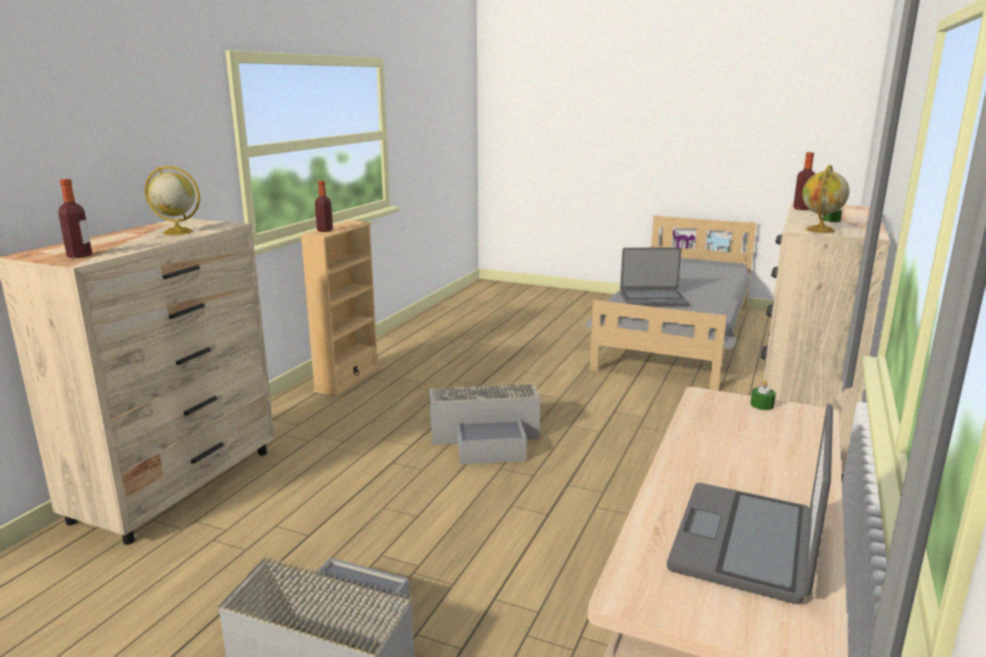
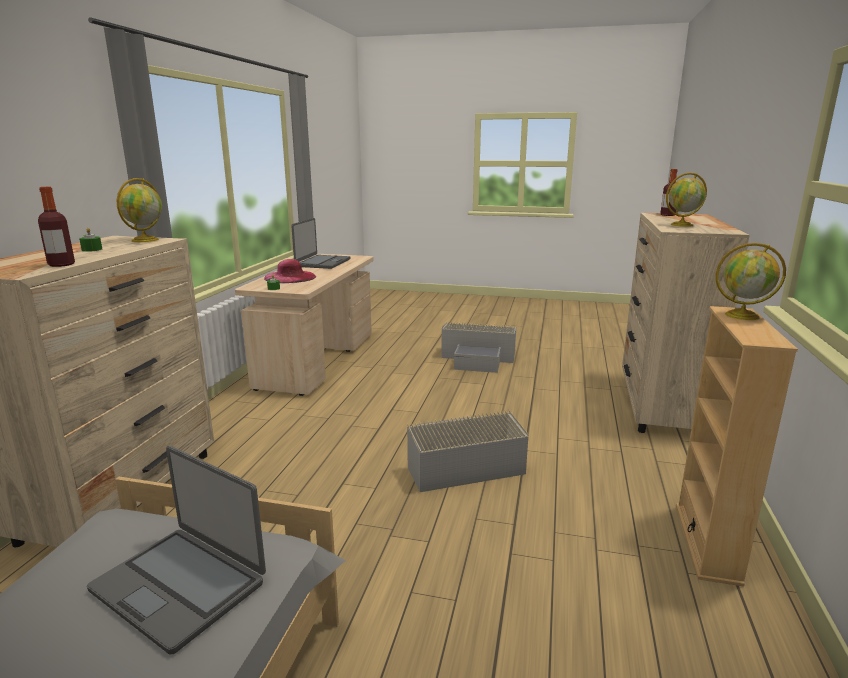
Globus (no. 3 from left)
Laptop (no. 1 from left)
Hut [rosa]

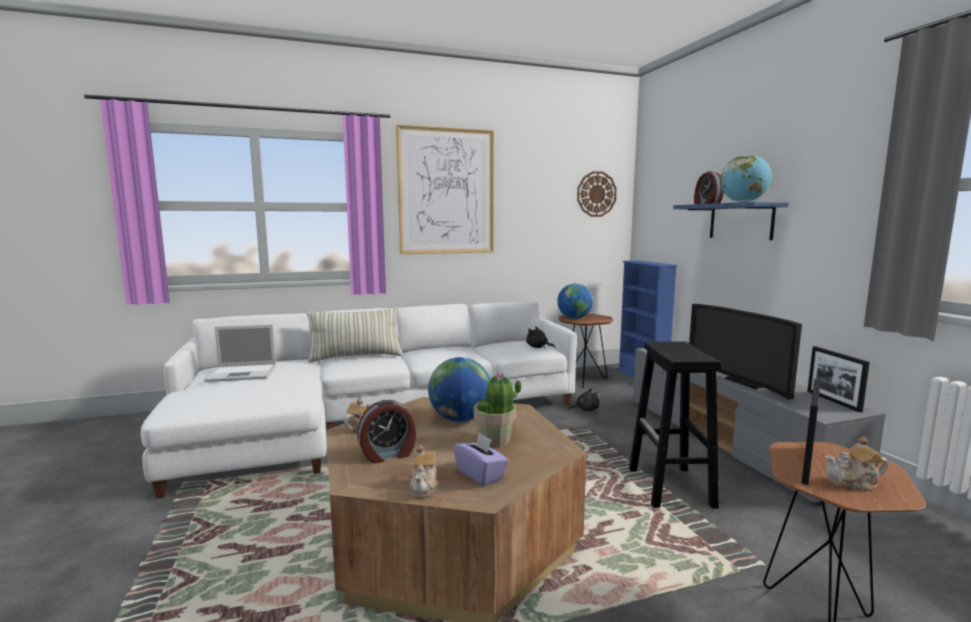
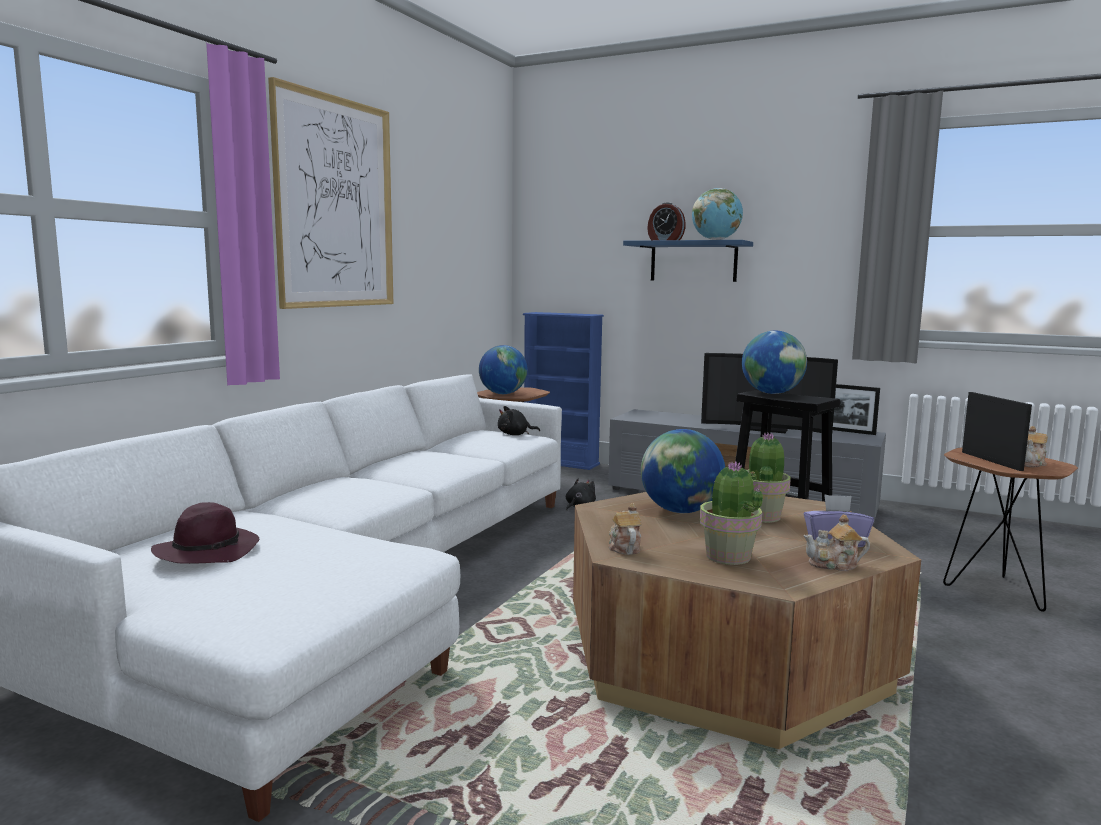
Hut [lila]
Kissen
Topfpflanze (no. 1 from left)
Teekanne (no. 2 from left)
Wanduhr
Globus (no. 4 from left)

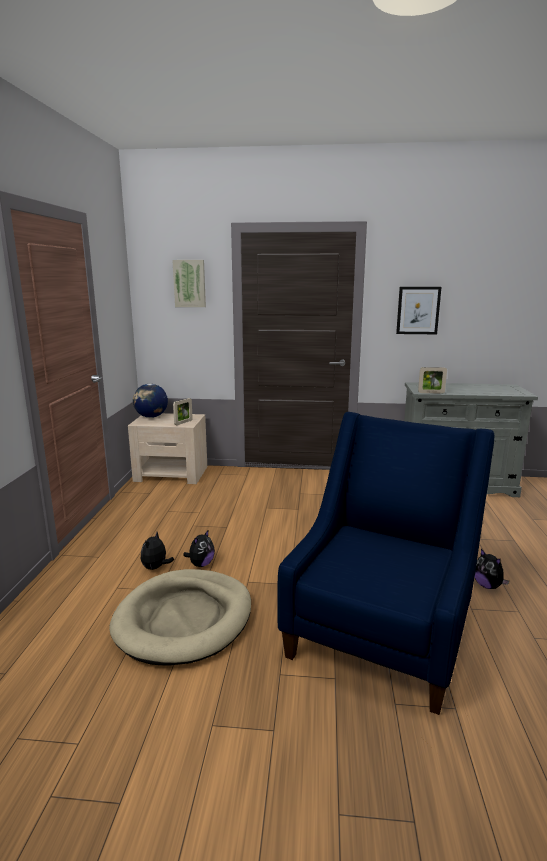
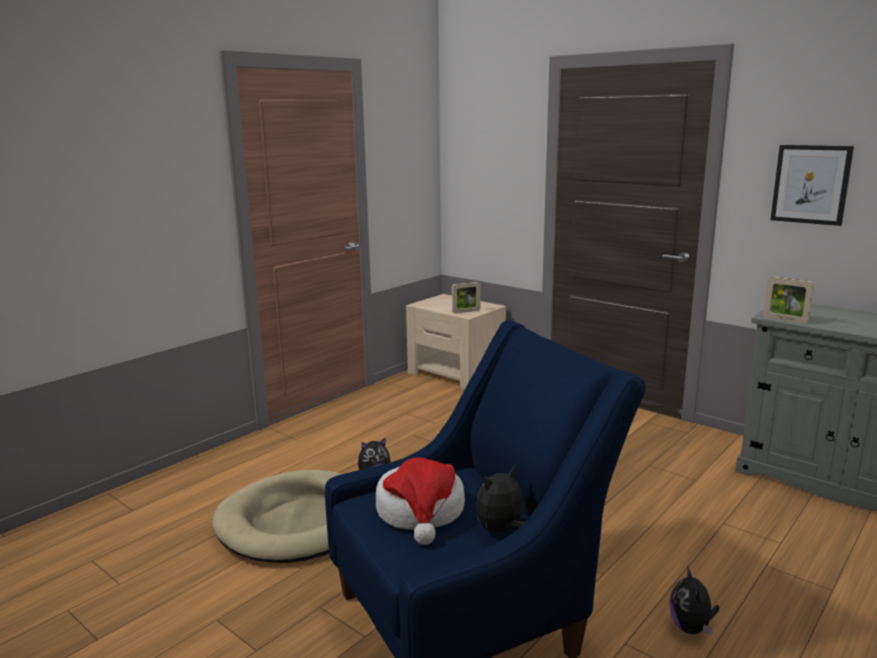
Globus
Plüschtier (no. 2 from left)
Bild (no. 1 from left in the first image)
Hut

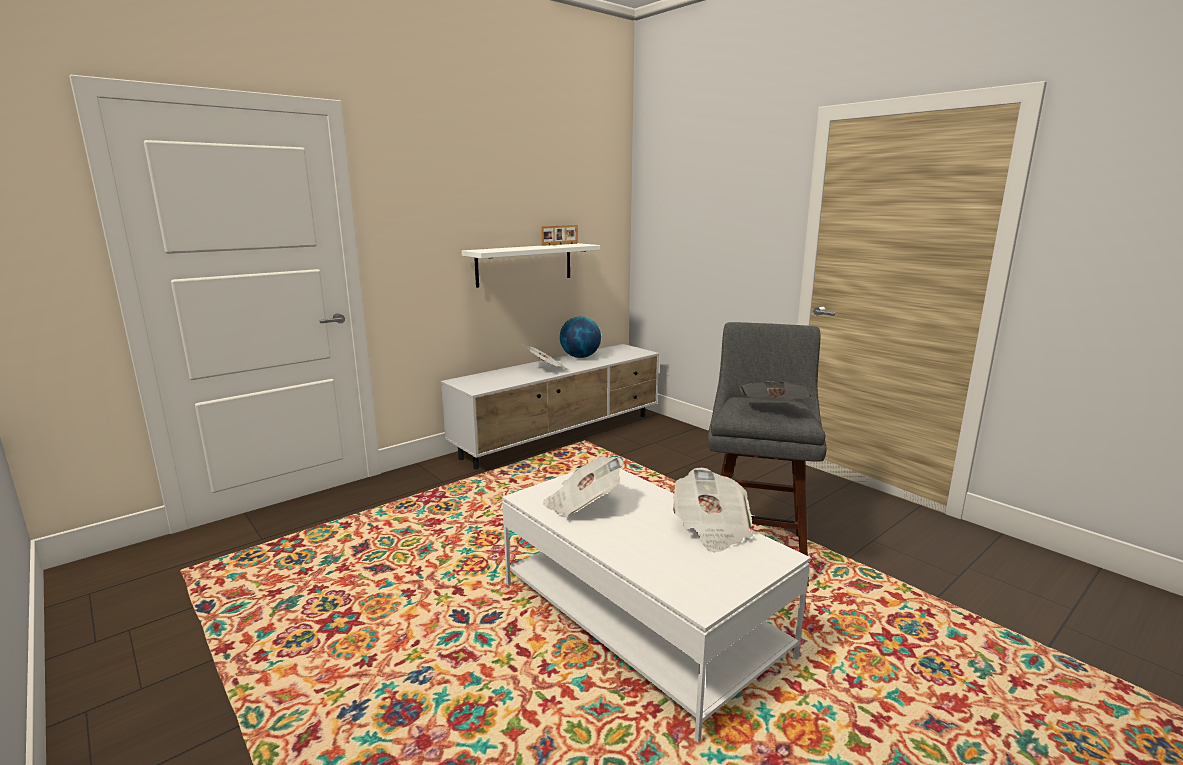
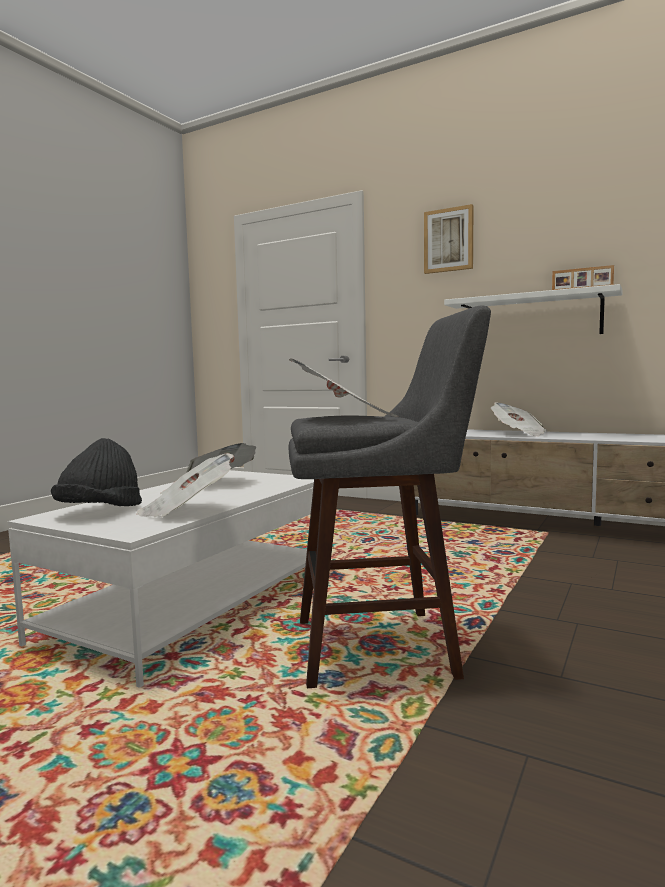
Globus
Hut [schwarz]
Bild

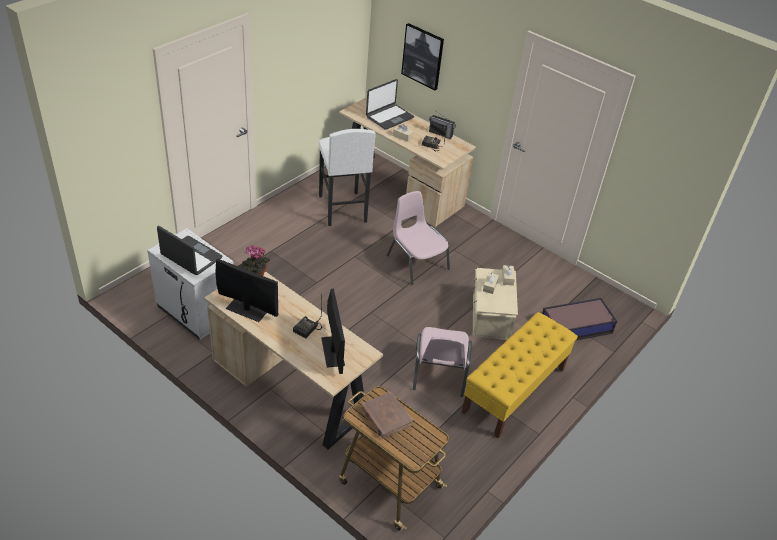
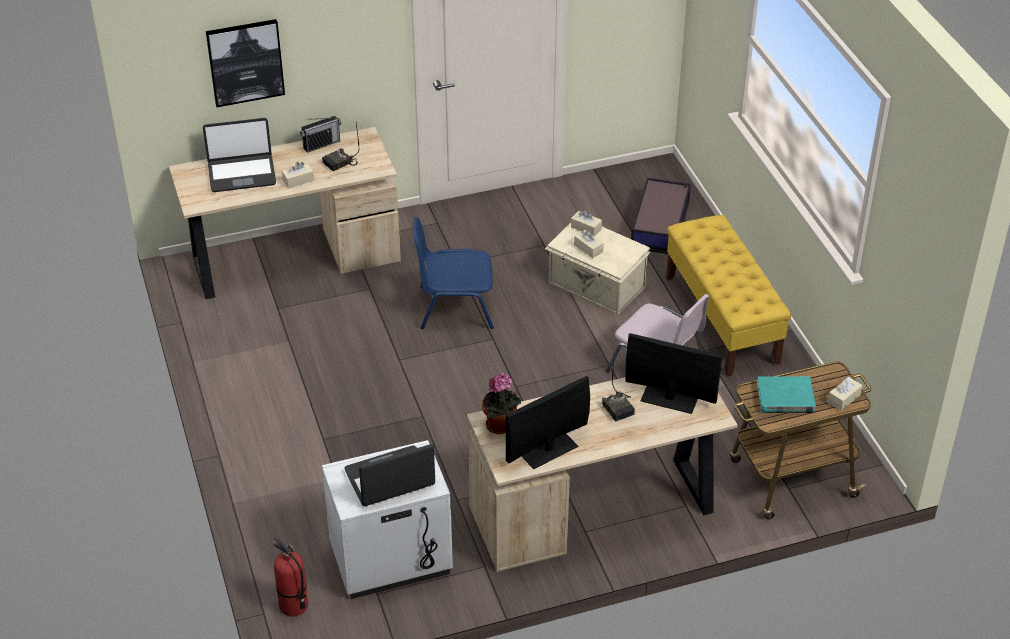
Hocker [weiß]
Buch [türkis]
Laptop (no. 1 from left)
Stuhl [blau]
Feuerlöscher
Taschentuchbox [beige] (no. 4 from left)

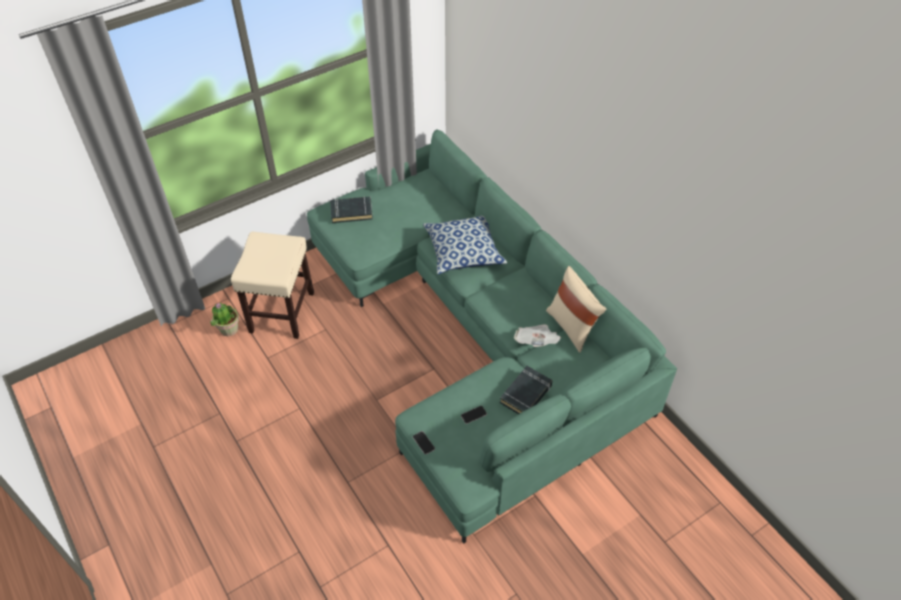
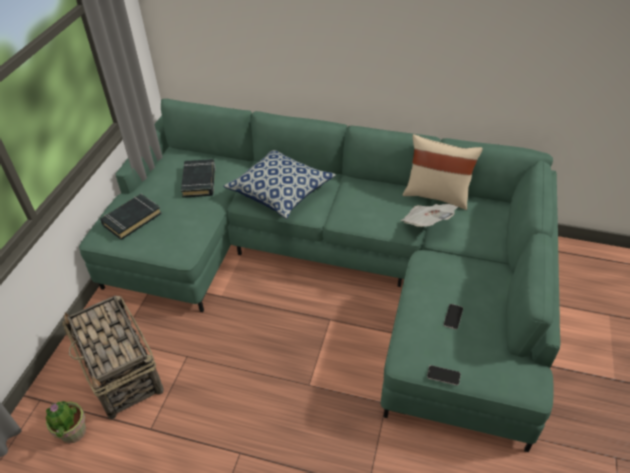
Korb
Buch [schwarz] (no. 2 from left)

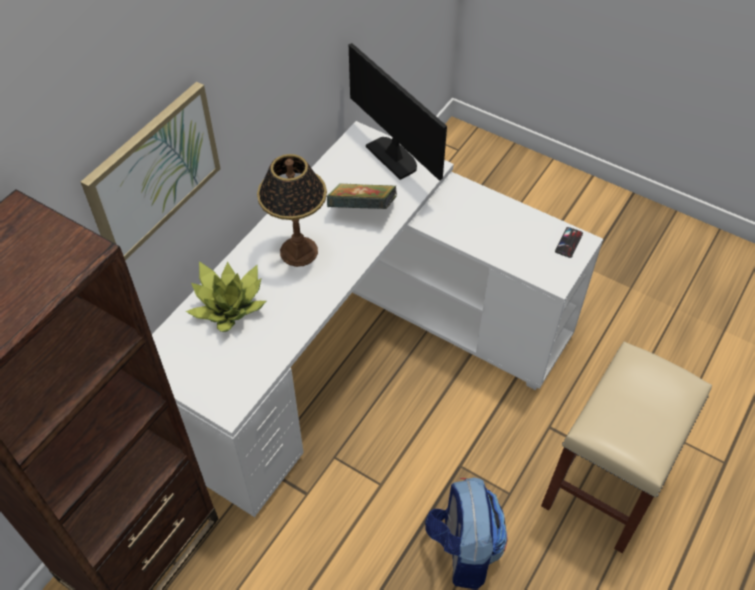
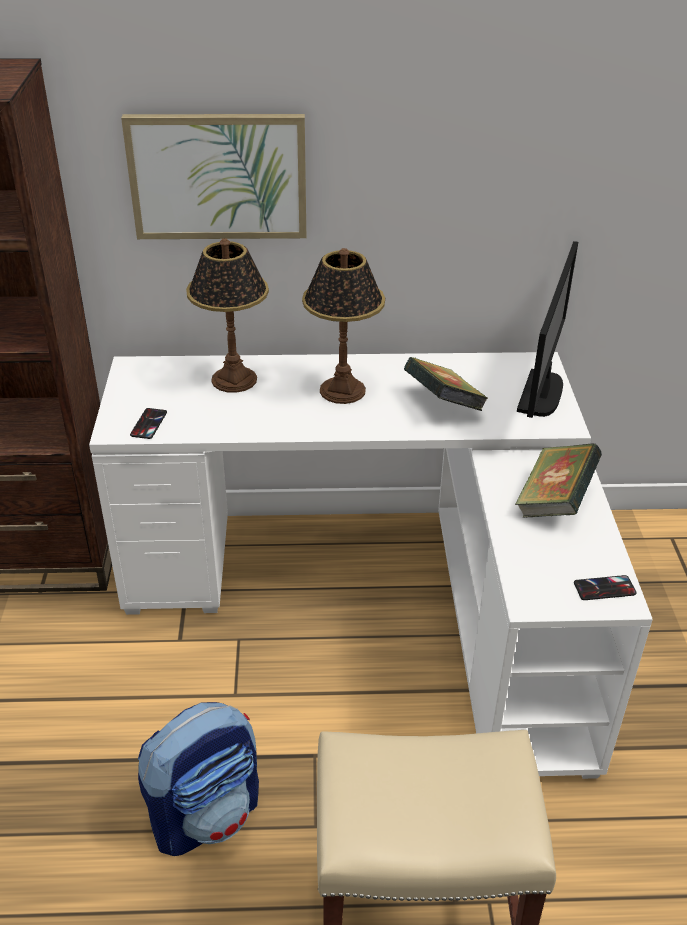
Tischlampe (no. 1 from left)
Handy (no. 1 from left)
Buch (no. 2 from left)

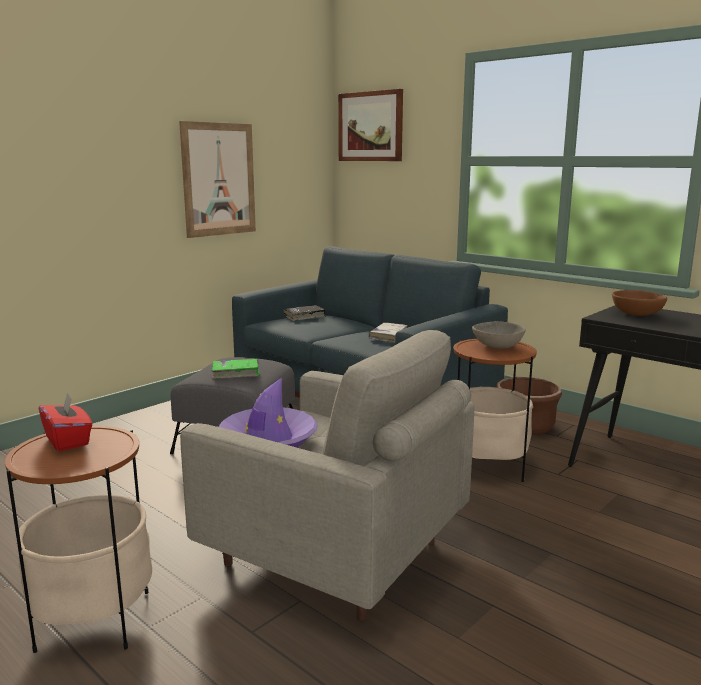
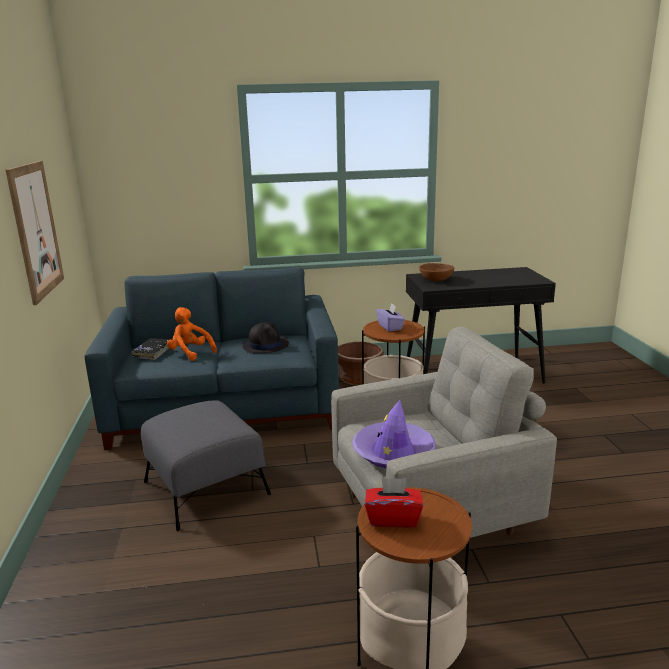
Buch [grün]
Bild (no. 2 from left in the first image)
Hut [schwarz]
Taschentuchbox [lila]
Plüschtier [orange]

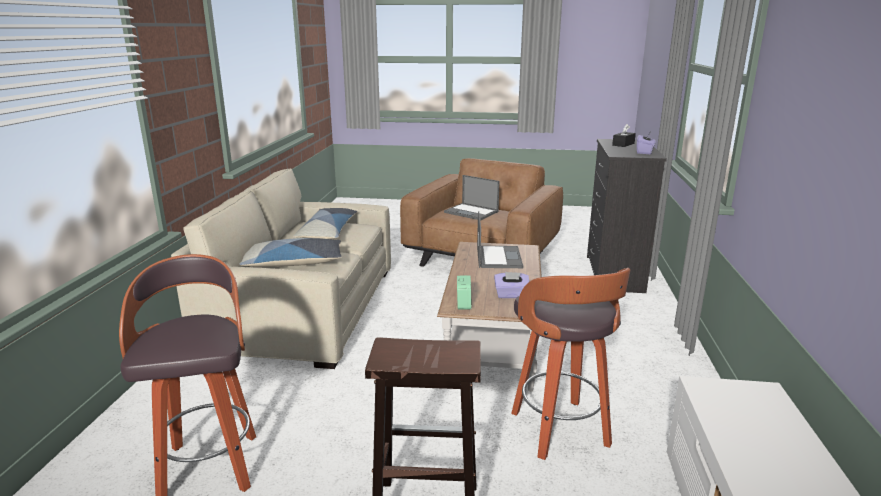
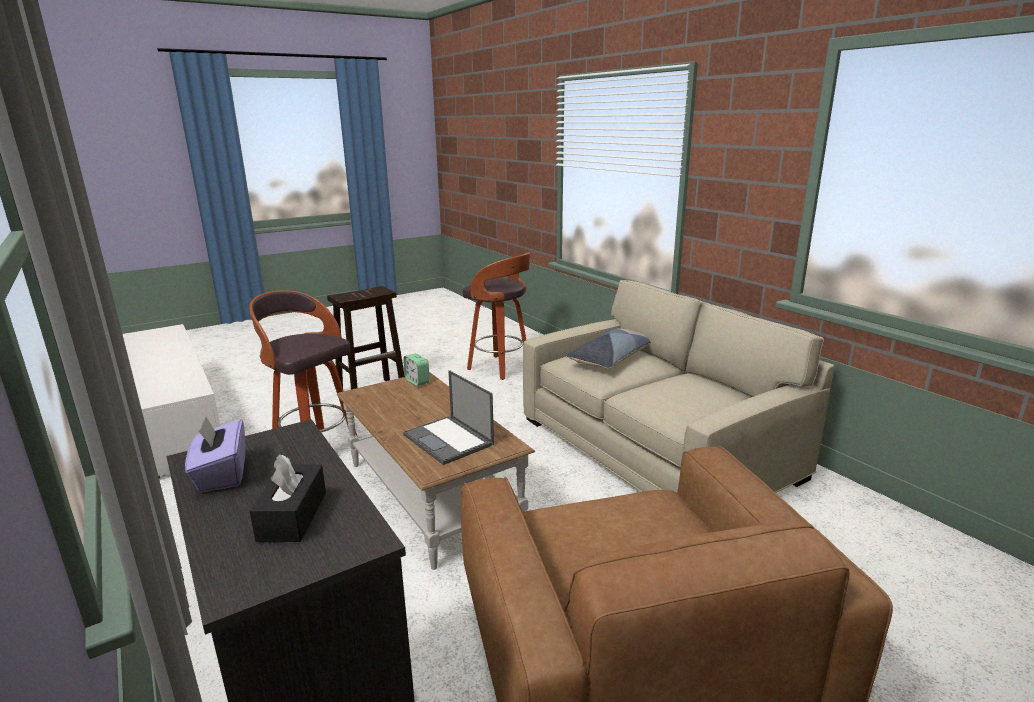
Kissen (no. 2 from left in the first image)
Laptop (no. 1 from left in the first image)
Taschentuchbox [lila] (no. 1 from left in the first image)

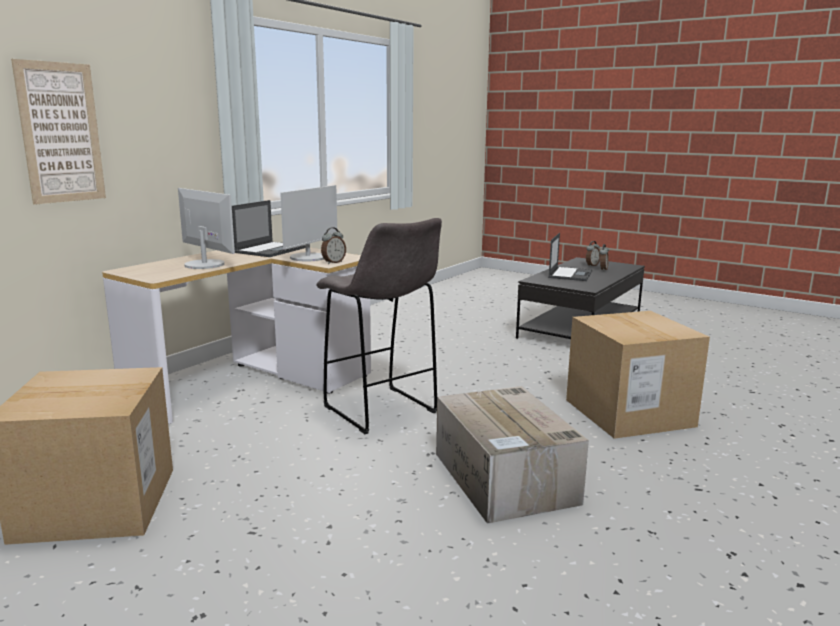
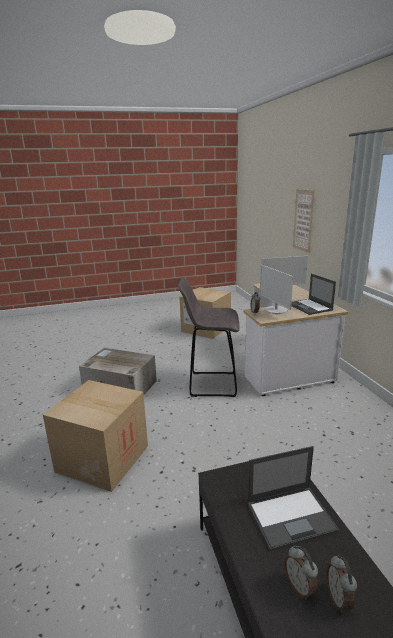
Laptop (no. 1 from left)

